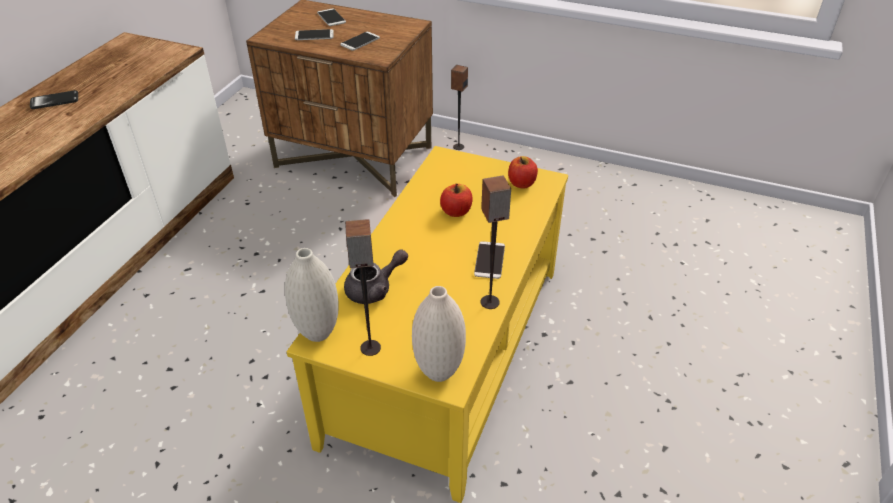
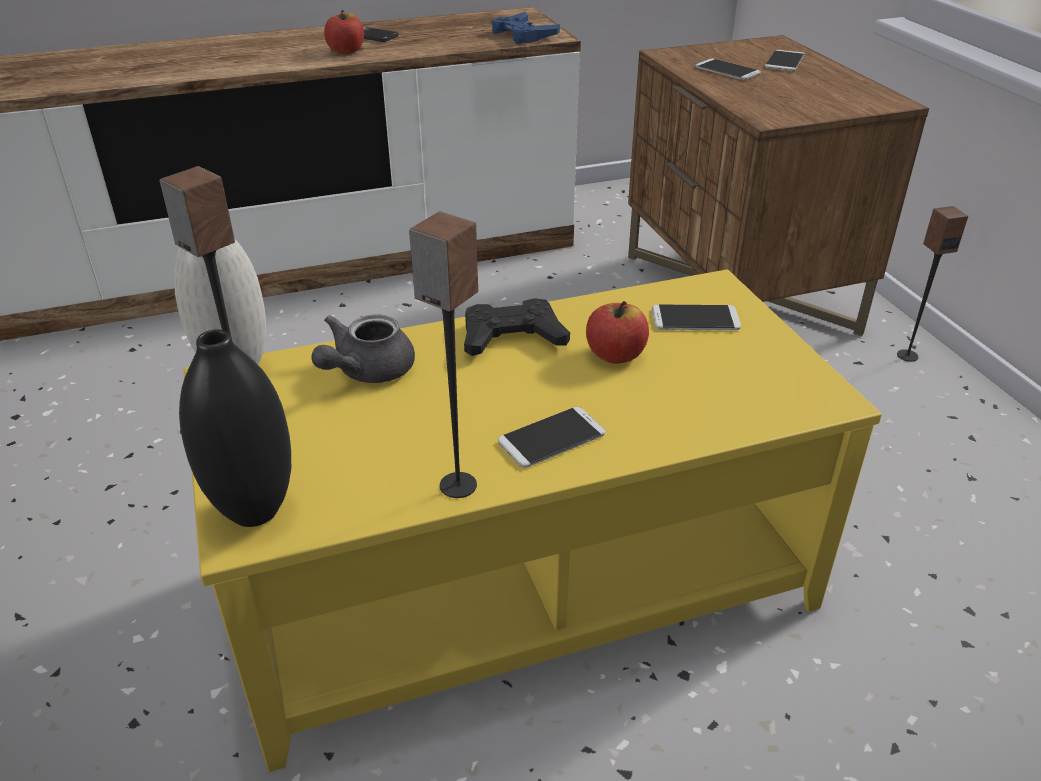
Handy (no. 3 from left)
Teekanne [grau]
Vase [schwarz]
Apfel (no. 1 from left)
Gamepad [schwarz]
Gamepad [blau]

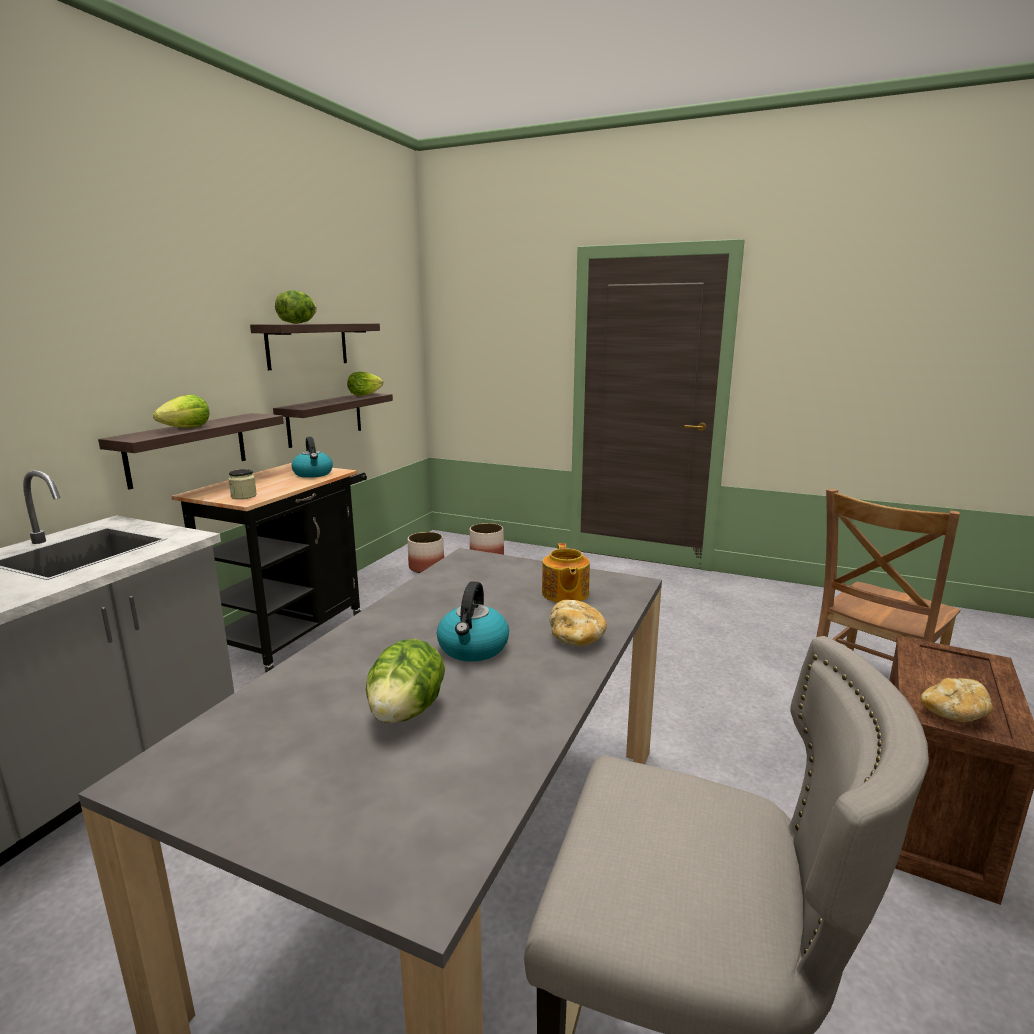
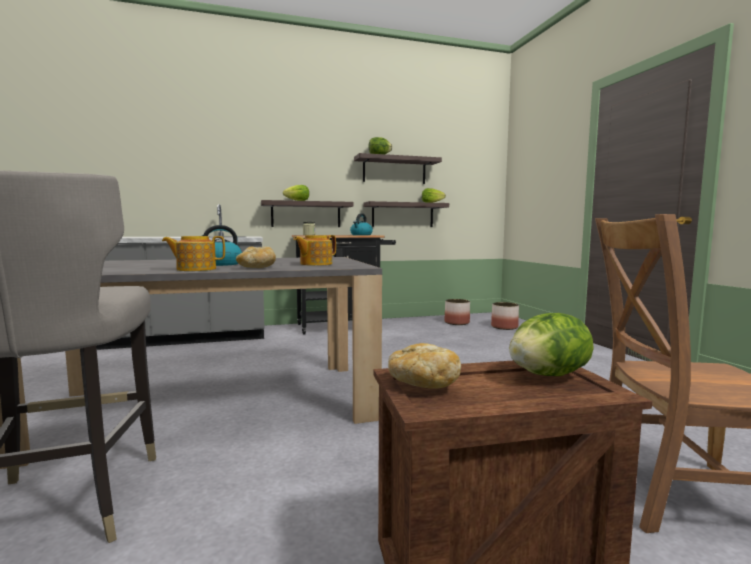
Salatkopf (no. 4 from left)
Teekanne (no. 1 from left)

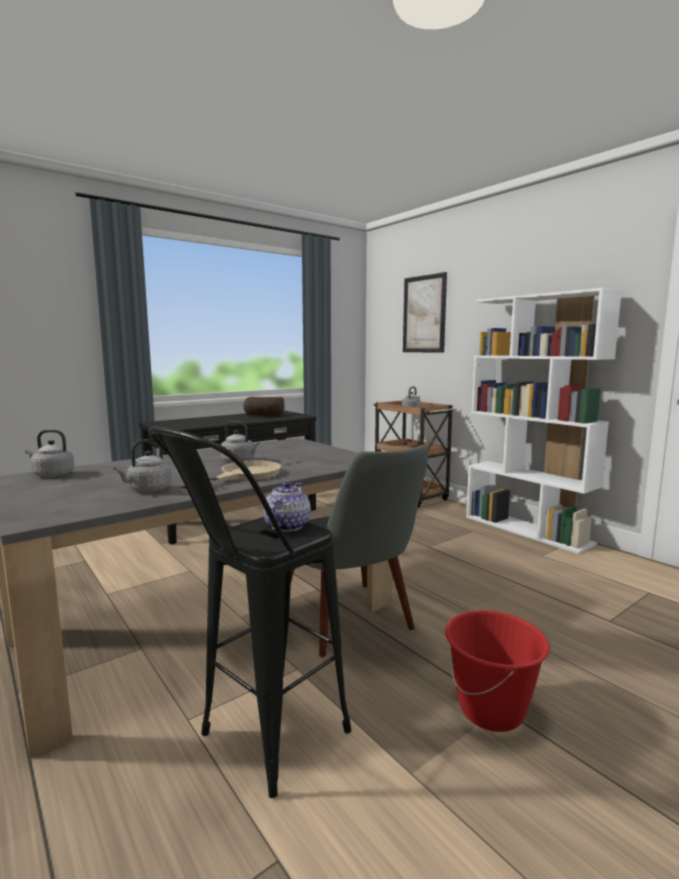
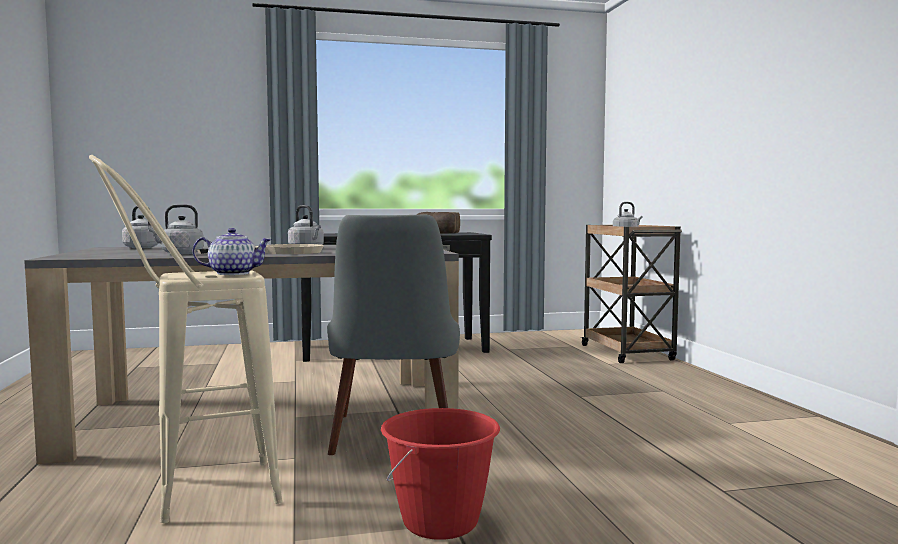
Hocker [beige]
Teekanne
Bild
Bücherregal [weiß]

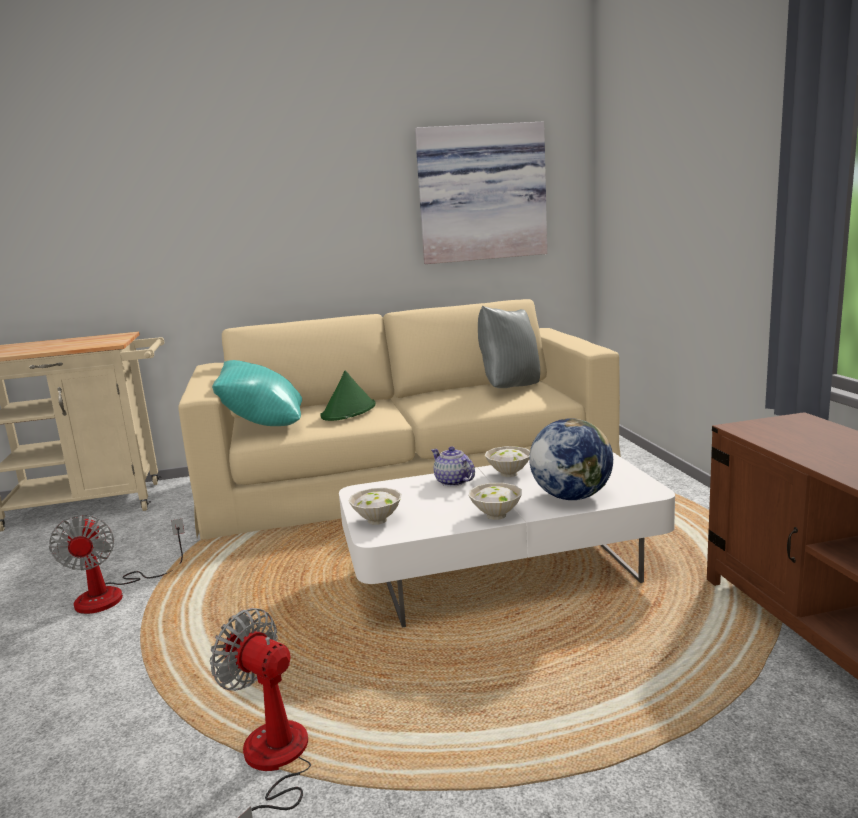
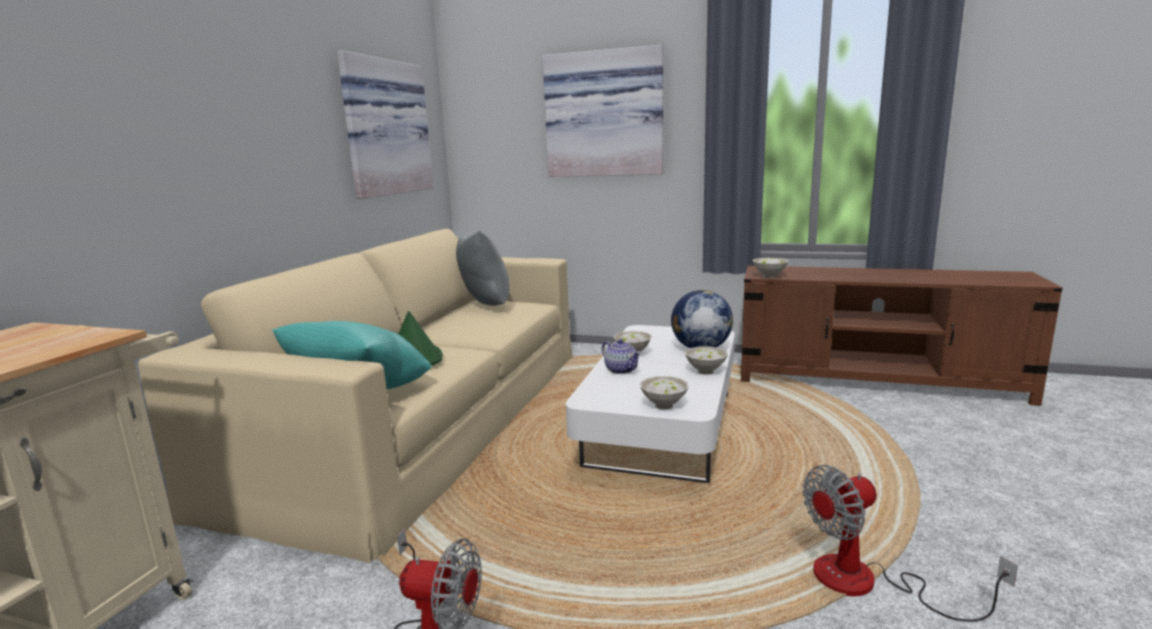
Teekanne
Bild (no. 2 from left)
Schüssel [weiß] (no. 4 from left)

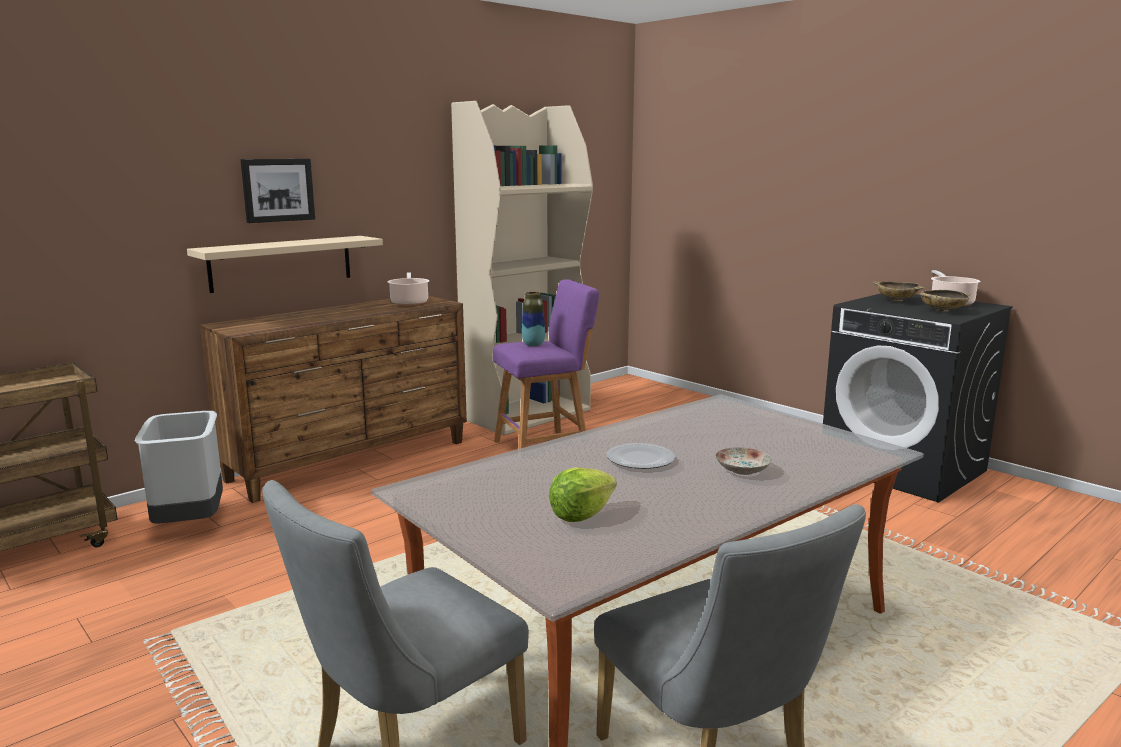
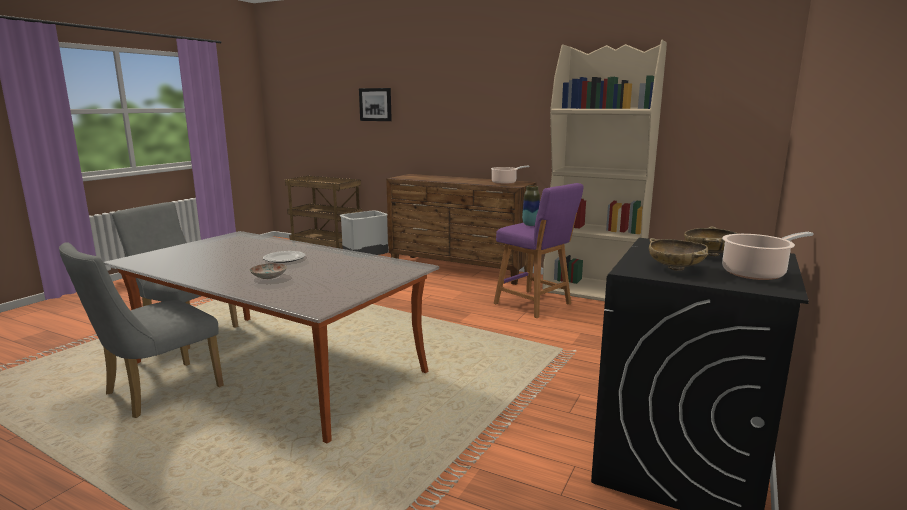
Wandregal [beige]
Bild
Salatkopf

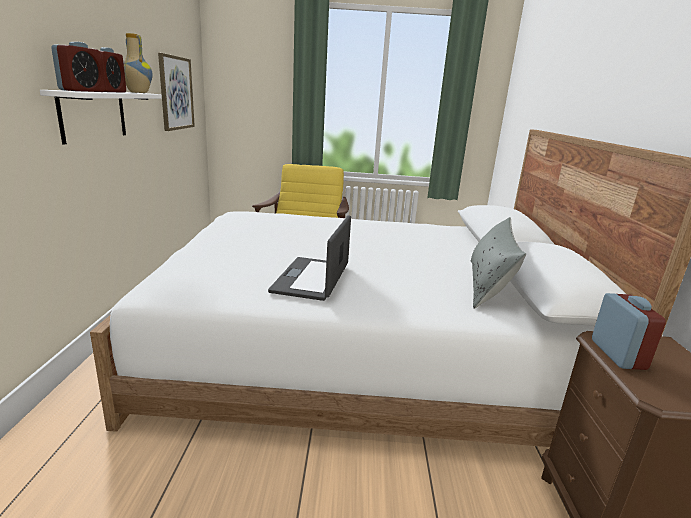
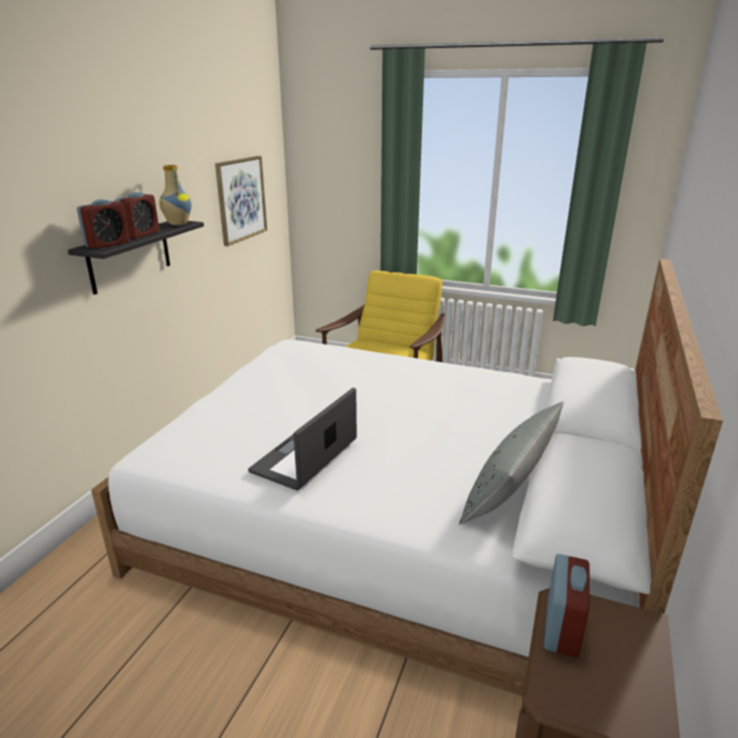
Wandregal [schwarz]

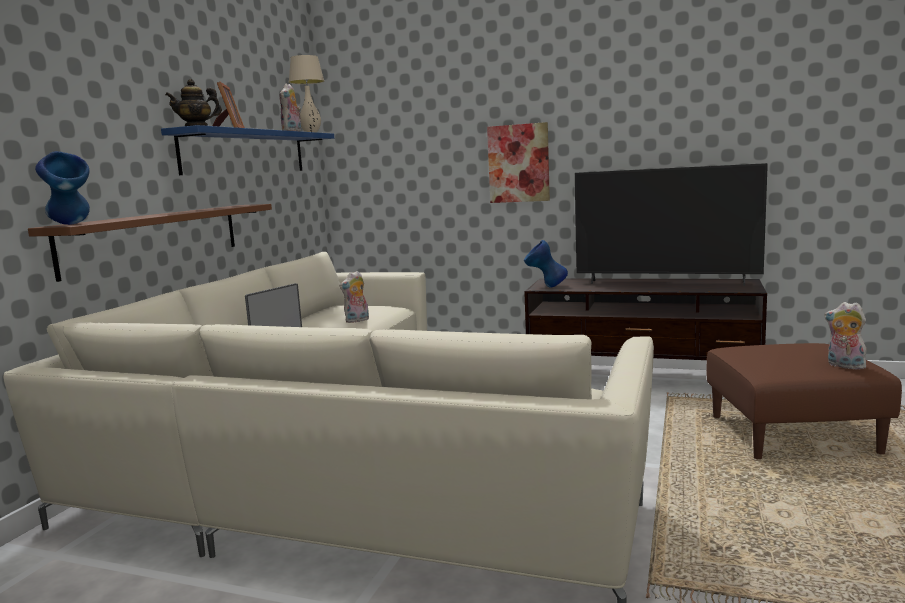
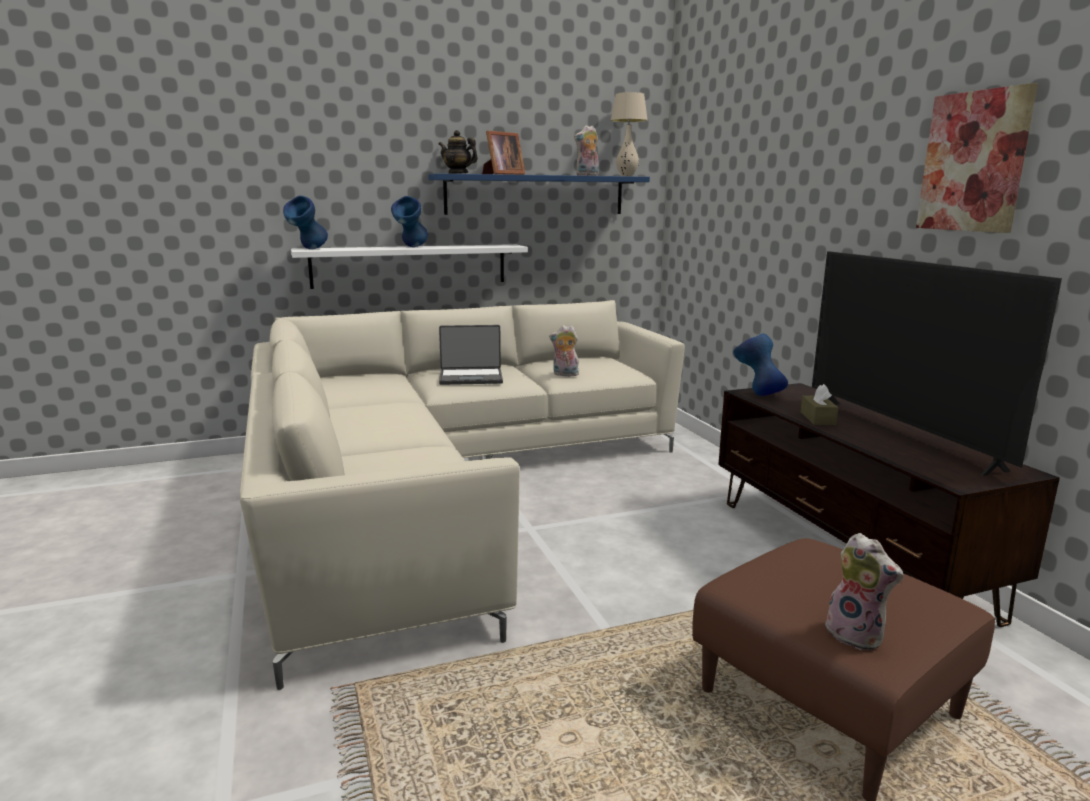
Wandregal [weiß]
Bild
Plüschtier (no. 3 from left)
Vase [blau] (no. 2 from left)
Taschentuchbox [braun]

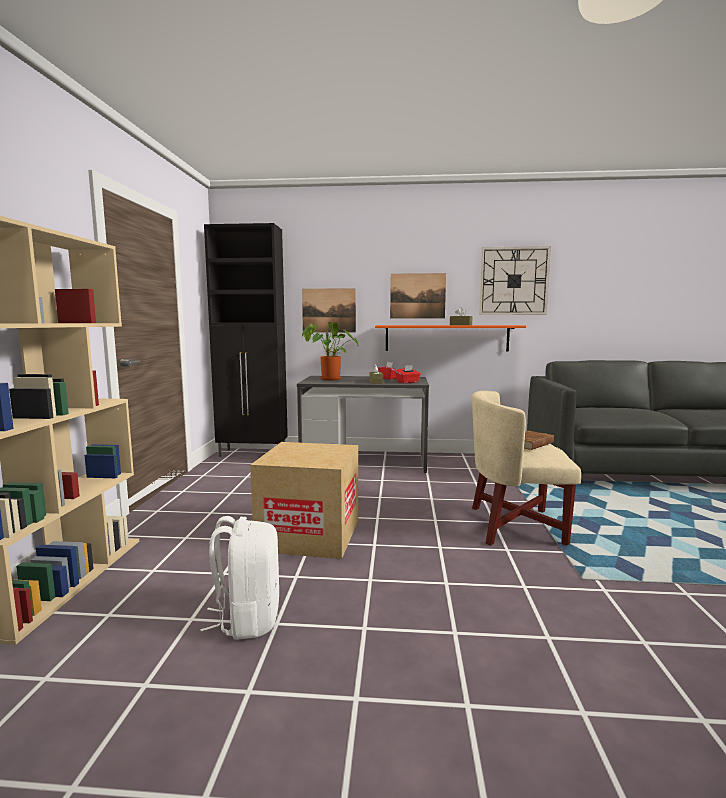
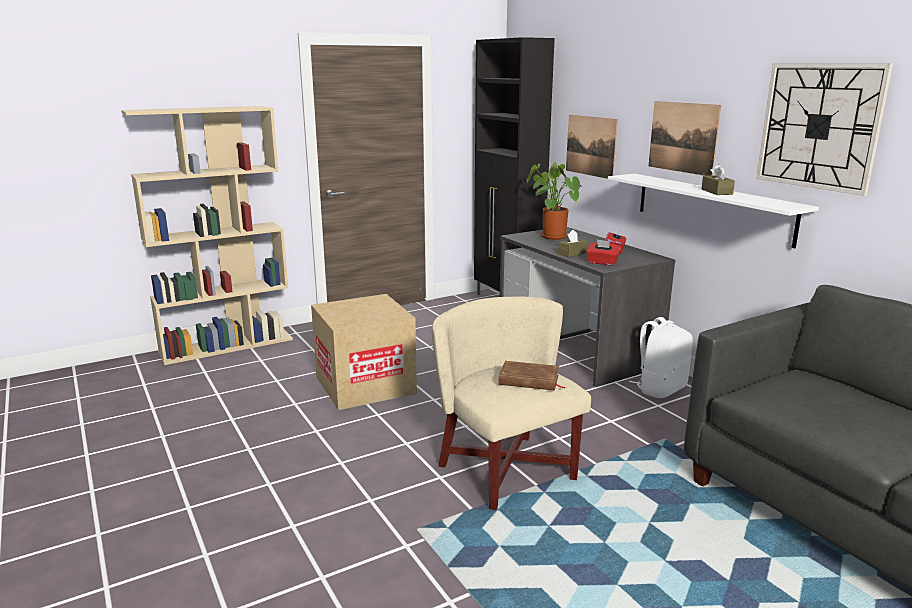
Rucksack [weiß]
Wandregal [weiß]

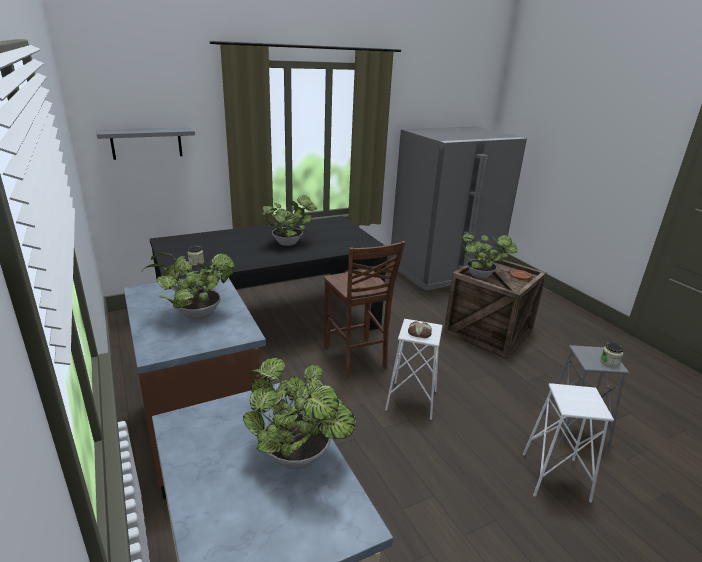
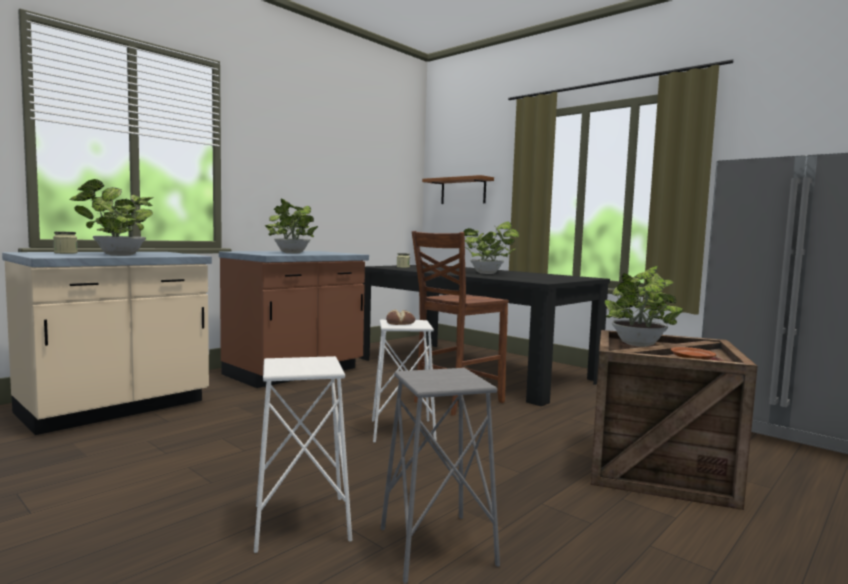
Wandregal [braun]
Vorratsglas (no. 1 from left)

